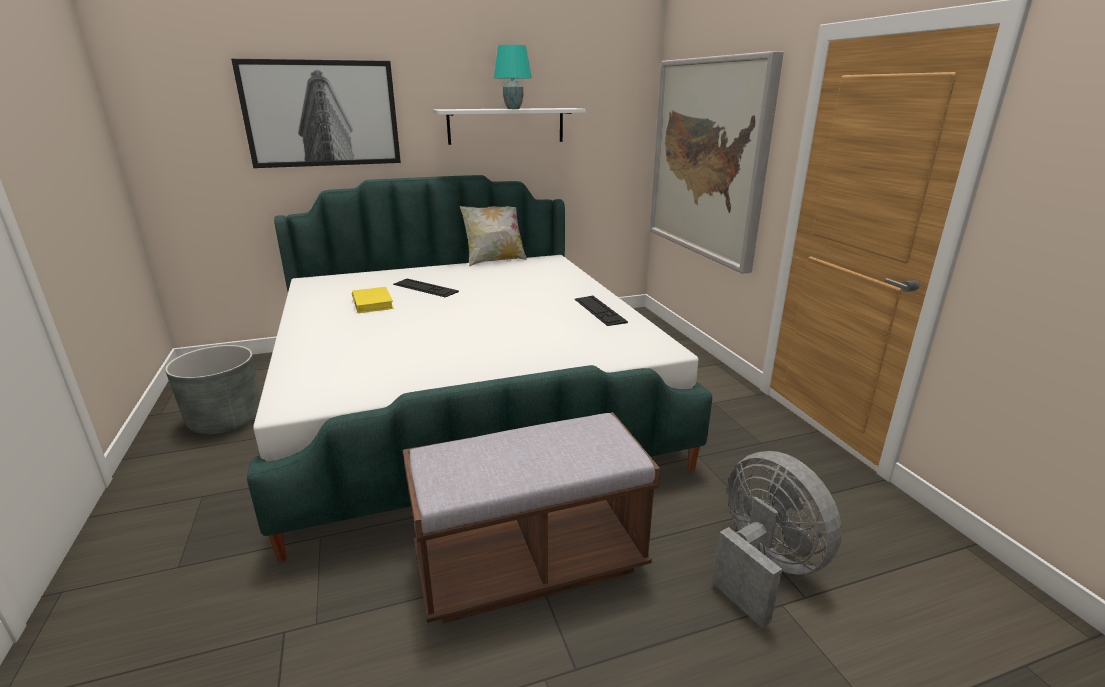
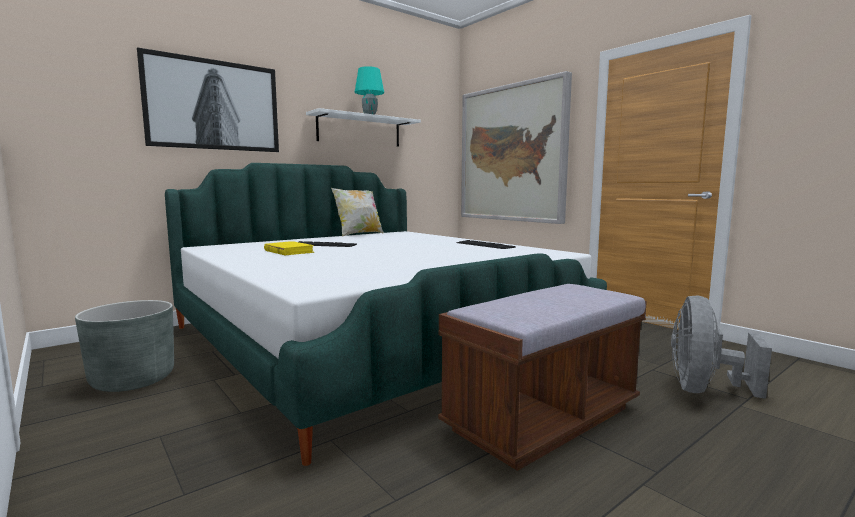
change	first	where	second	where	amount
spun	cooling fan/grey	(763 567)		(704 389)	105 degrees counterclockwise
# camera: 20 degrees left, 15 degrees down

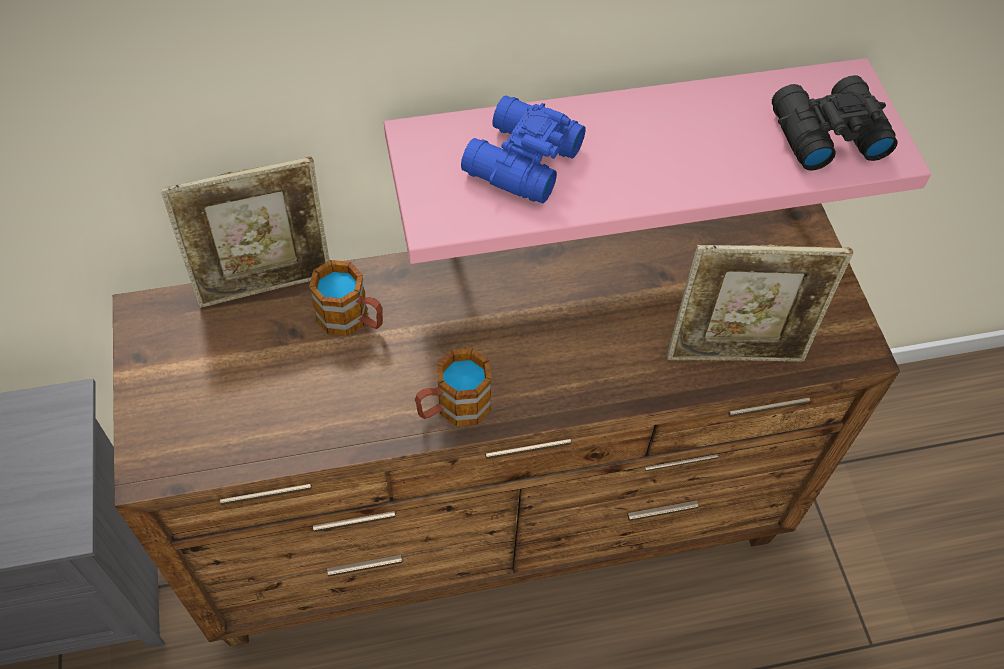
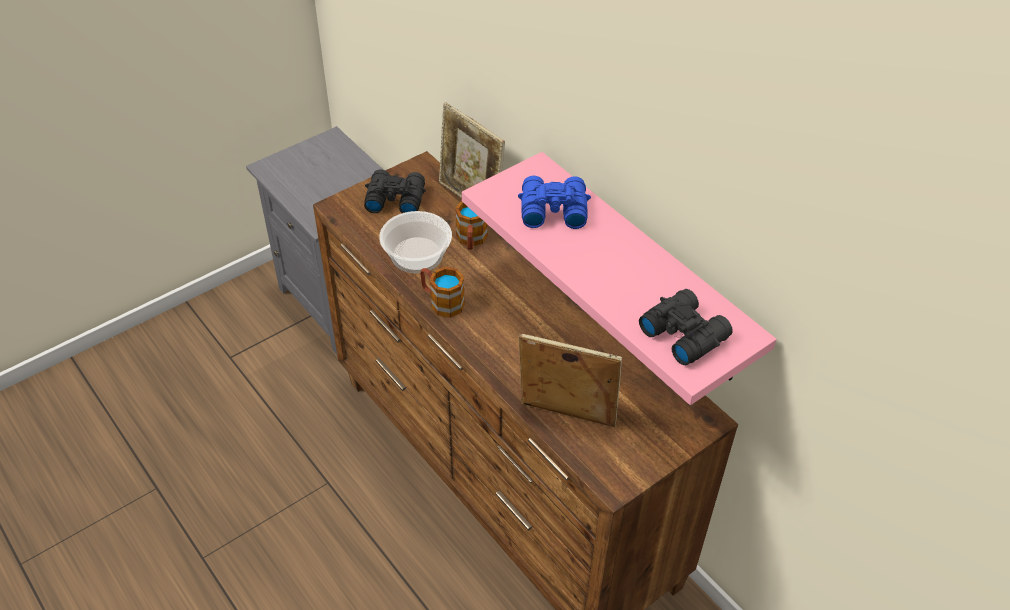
change	first	where	second	where	amount
spun	standing frame	(735 353)		(565 417)	135 degrees clockwise
appeared			binoculars/blackish	(394 199)	
appeared			serving bowl	(417 254)	
# camera: 65 degrees right, 10 degrees down

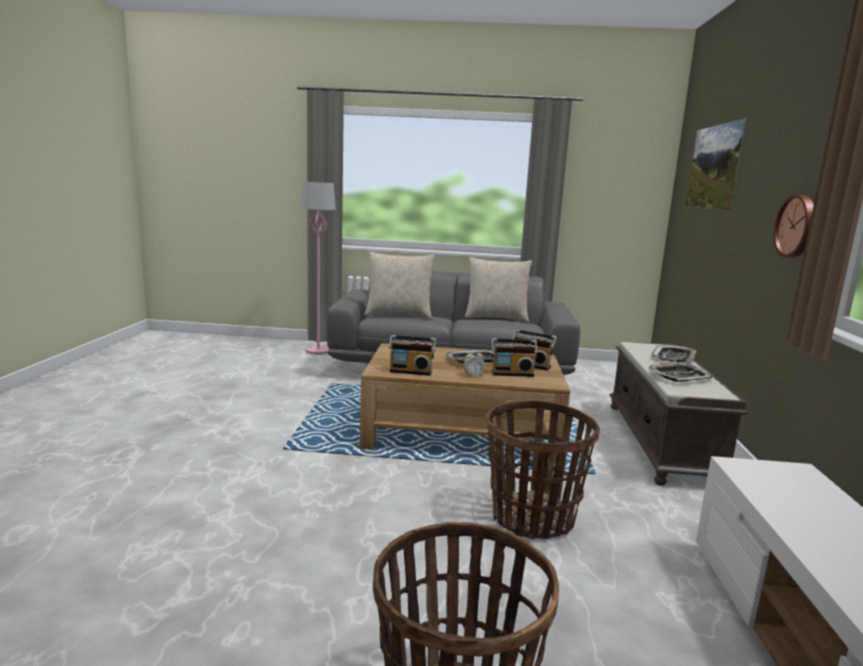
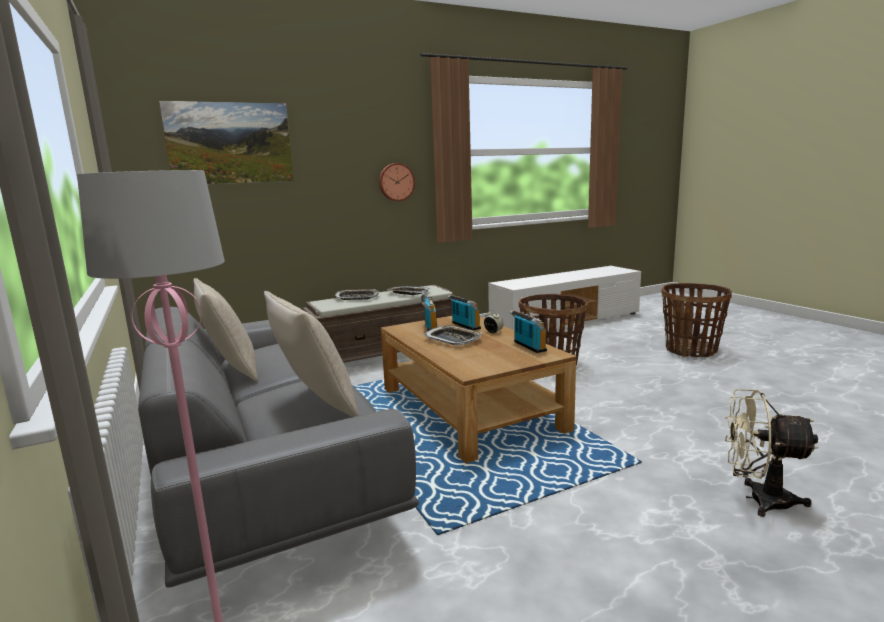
change	first	where	second	where	amount
appeared			cooling fan/beige	(758 499)	
# camera: 120 degrees left, 0 degrees up

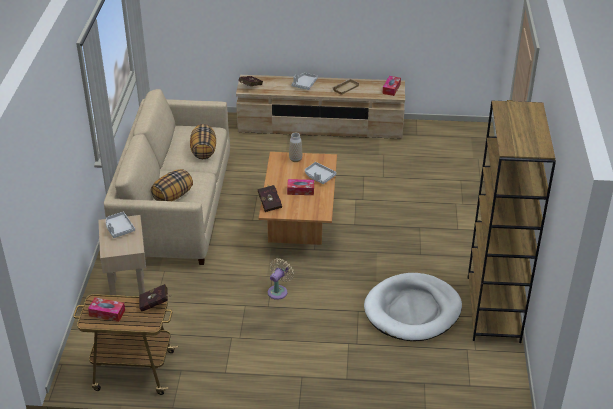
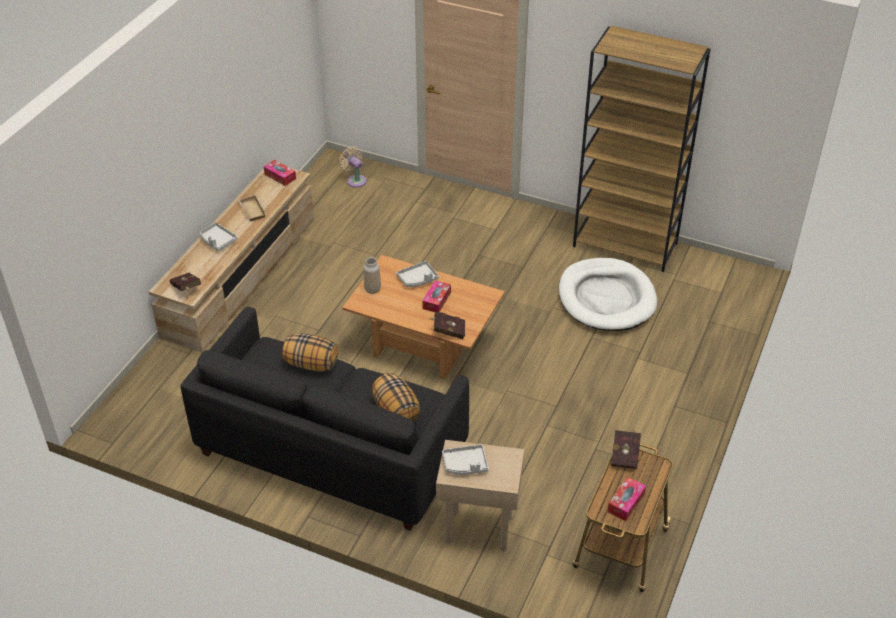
change	first	where	second	where	amount
colour	sofa/beige	(175 208)	sofa/blackish	(331 450)	
relocated	cooling fan/beige	(278 291)		(355 180)	
# camera: 70 degrees left, 5 degrees up

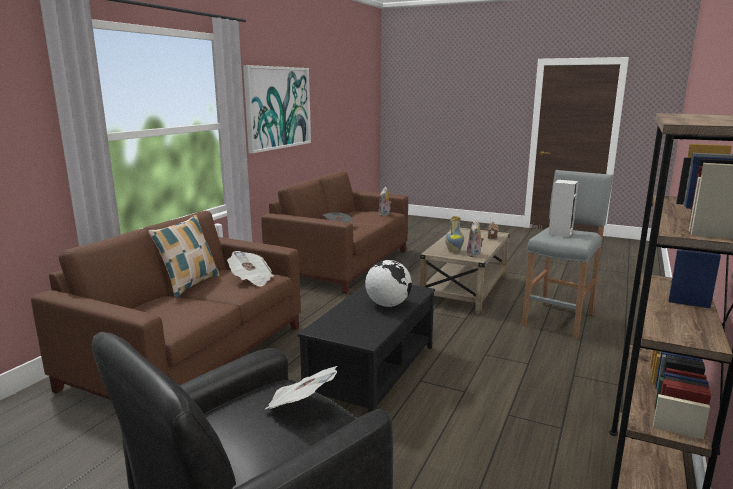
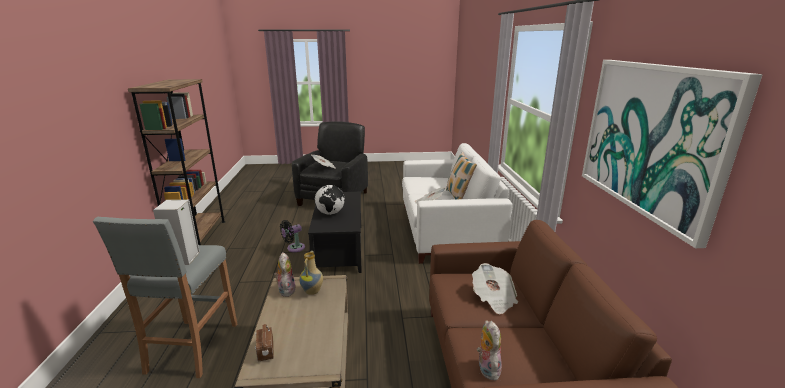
change	first	where	second	where	amount
colour	sofa/brownish	(191 356)	sofa/white	(446 230)	
appeared			cooling fan/blackish	(294 248)	
# camera: 150 degrees right, 5 degrees up

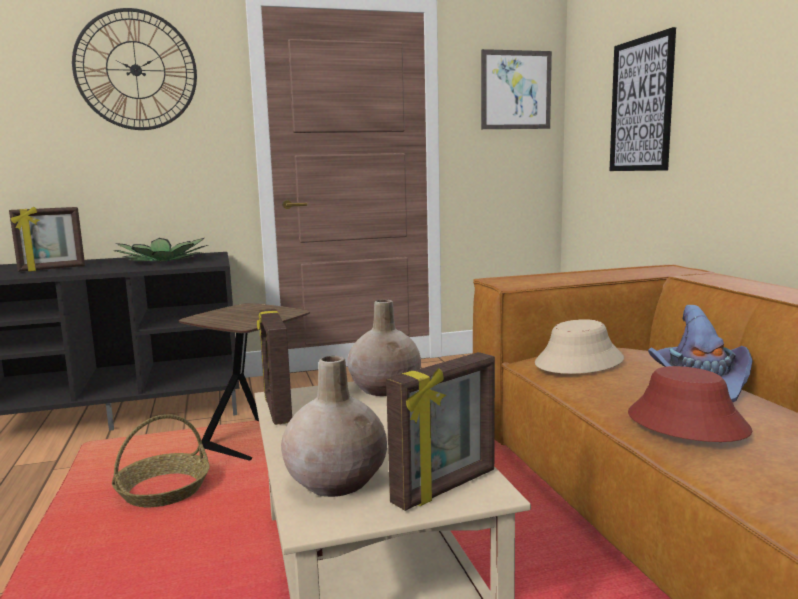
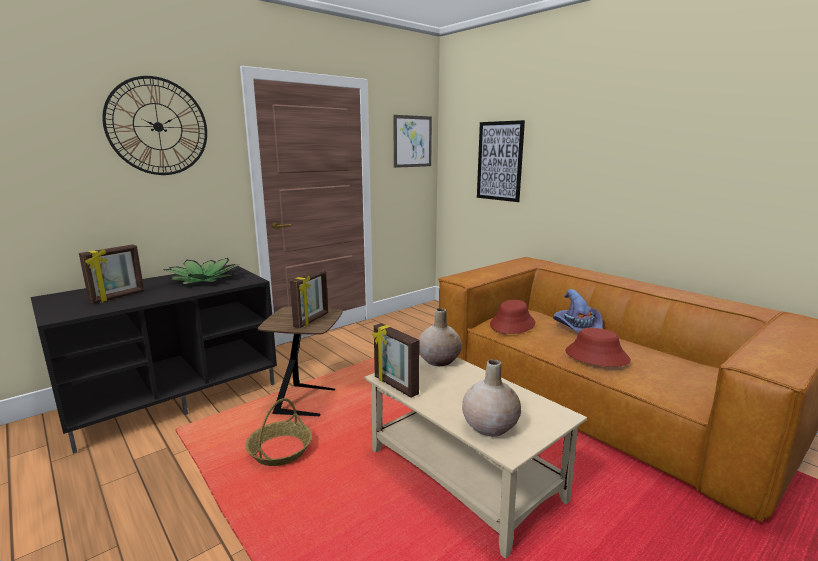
change	first	where	second	where	amount
relocated	standing frame	(446 488)		(312 320)	
colour	hat/beige	(579 362)	hat/red-coloured	(512 324)	
# camera: 25 degrees left, 5 degrees up

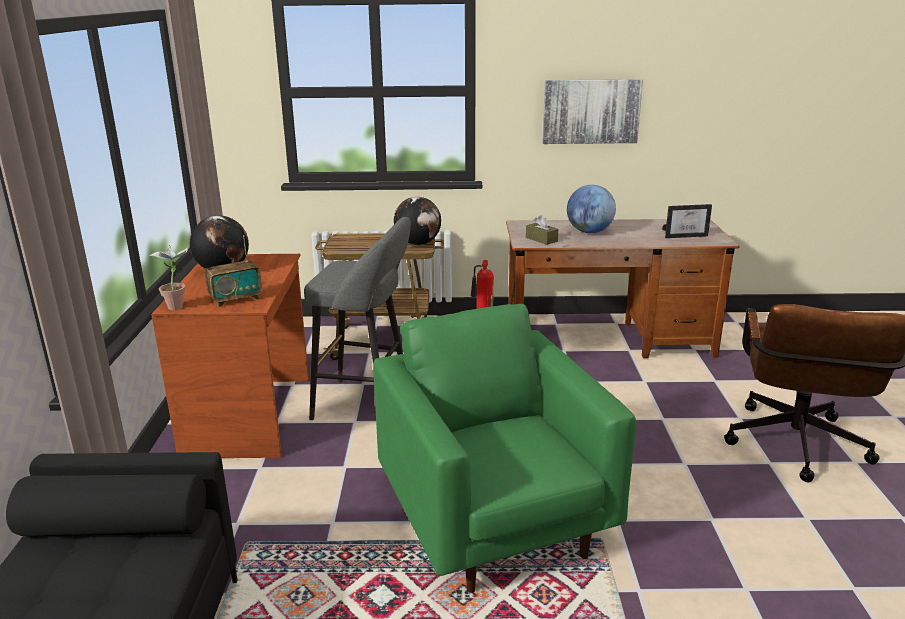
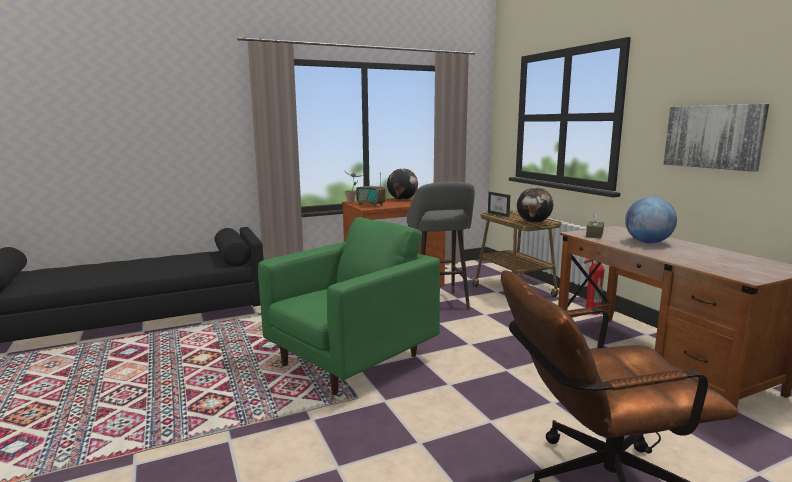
change	first	where	second	where	amount
relocated	standing frame	(685 235)		(501 214)	
# camera: 65 degrees right, 10 degrees down

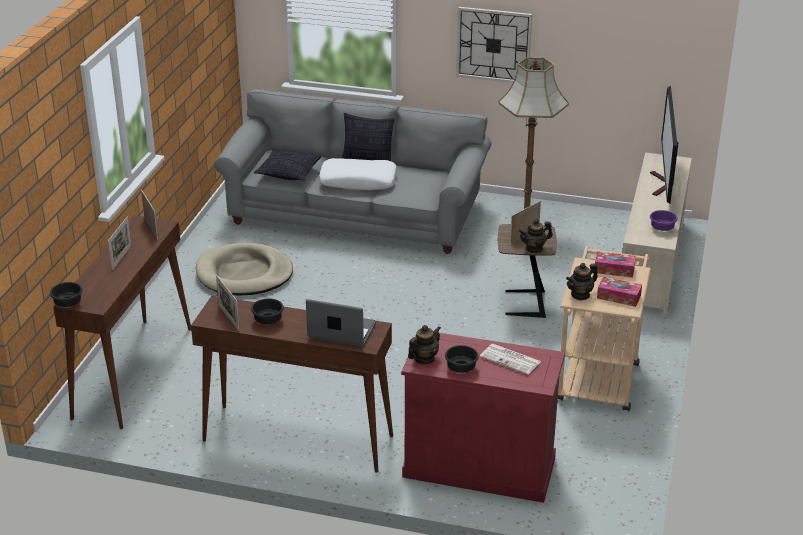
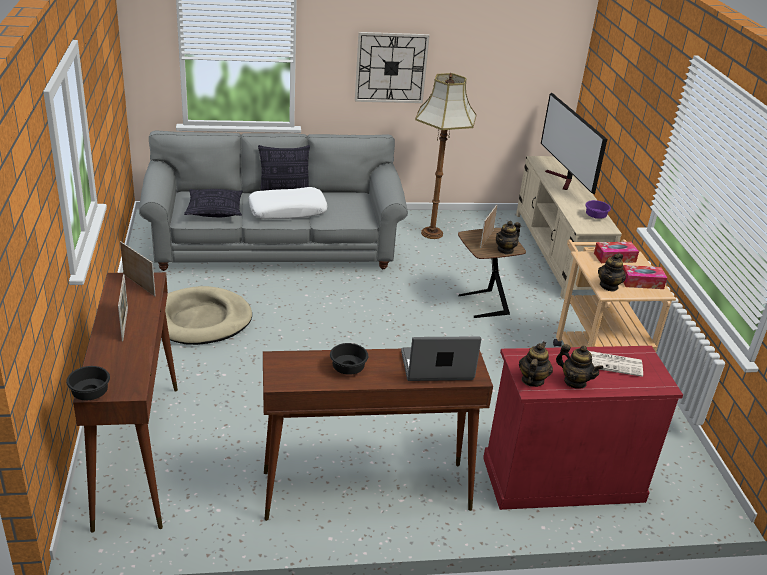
change	first	where	second	where	amount
missing	standing frame	(228 318)			
exchanged	serving bowl/blackish	(461 367)	teapot	(575 382)	
# camera: 25 degrees left, 0 degrees up

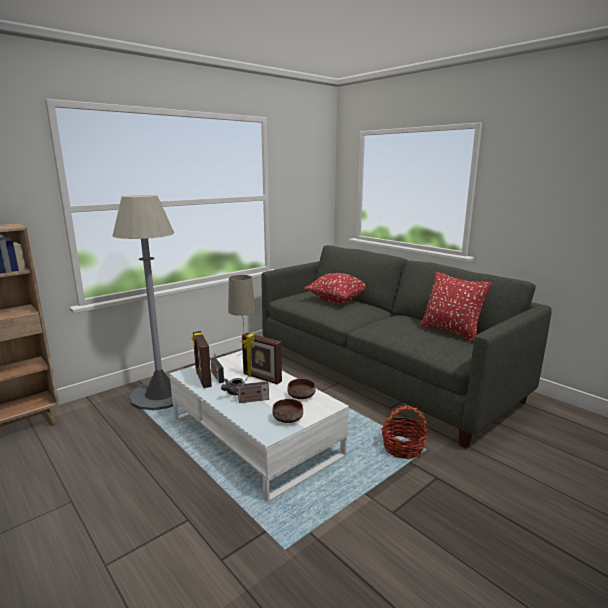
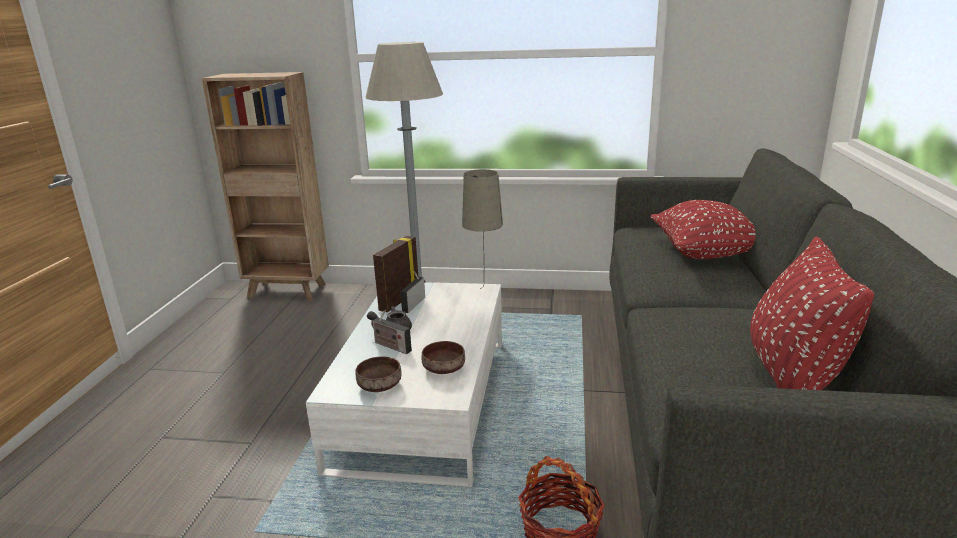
change	first	where	second	where	amount
missing	standing frame	(261 378)			
# camera: 50 degrees right, 5 degrees up

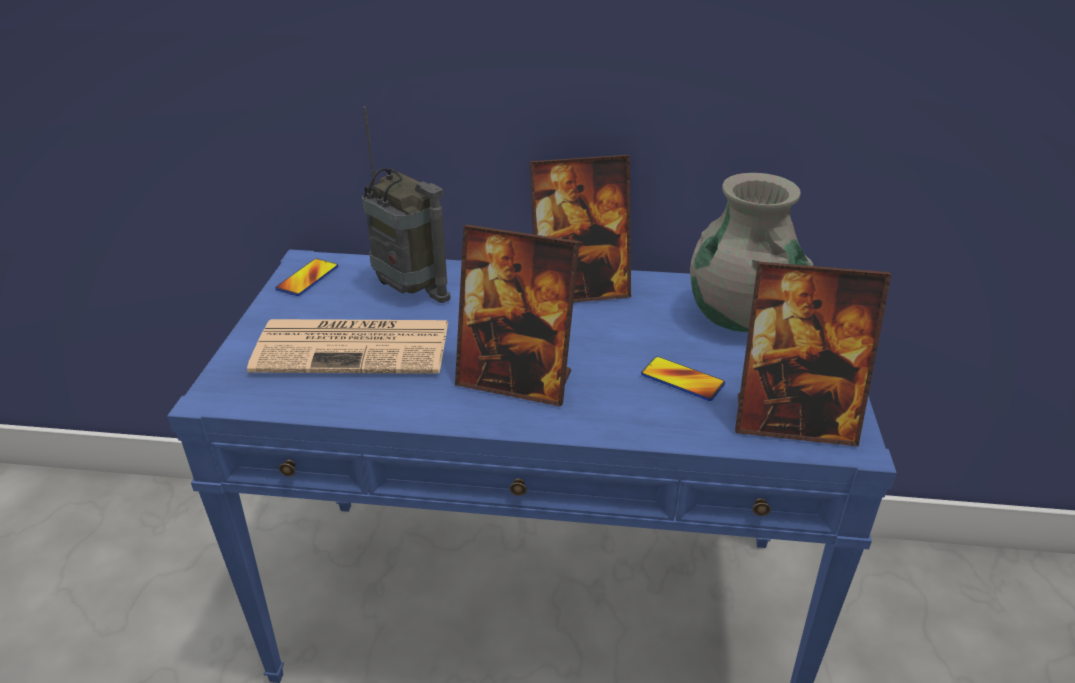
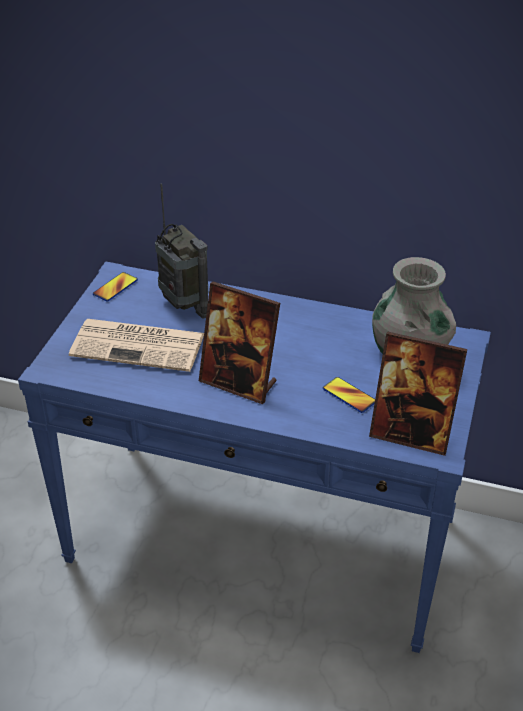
change	first	where	second	where	amount
missing	standing frame	(579 290)			
# camera: 10 degrees right, 5 degrees up

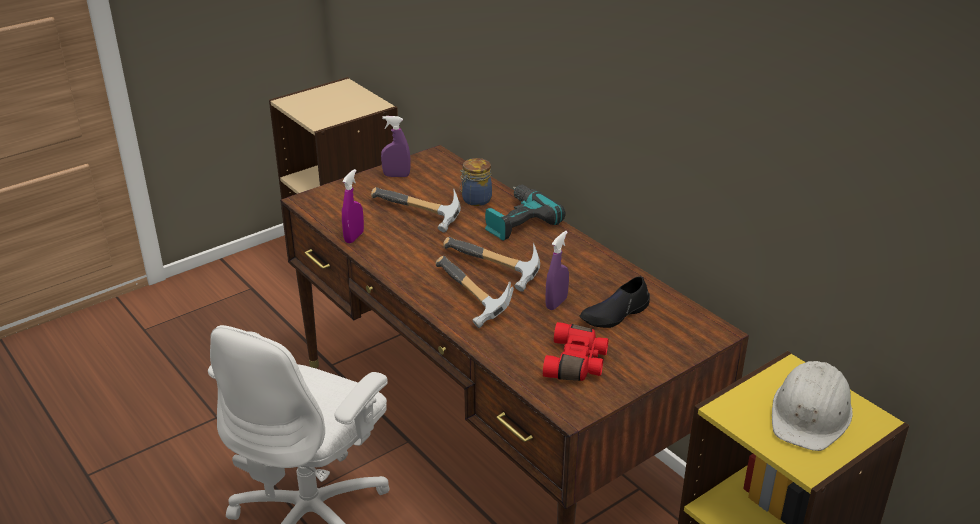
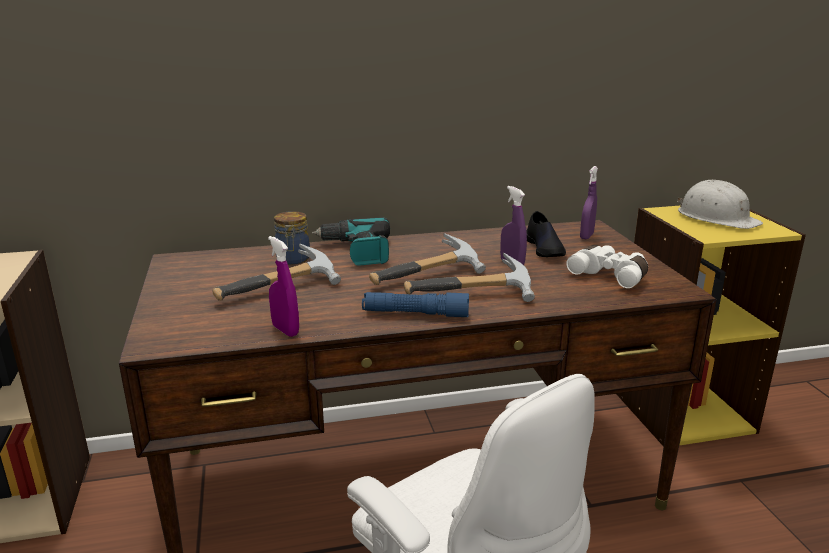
change	first	where	second	where	amount
relocated	hand sprayer/purplish	(396 175)		(586 236)	
colour	binoculars/red-coloured	(577 363)	binoculars/white	(610 275)	
appeared			flashlight/blue-coloured	(415 314)	
# camera: 65 degrees left, 10 degrees down

